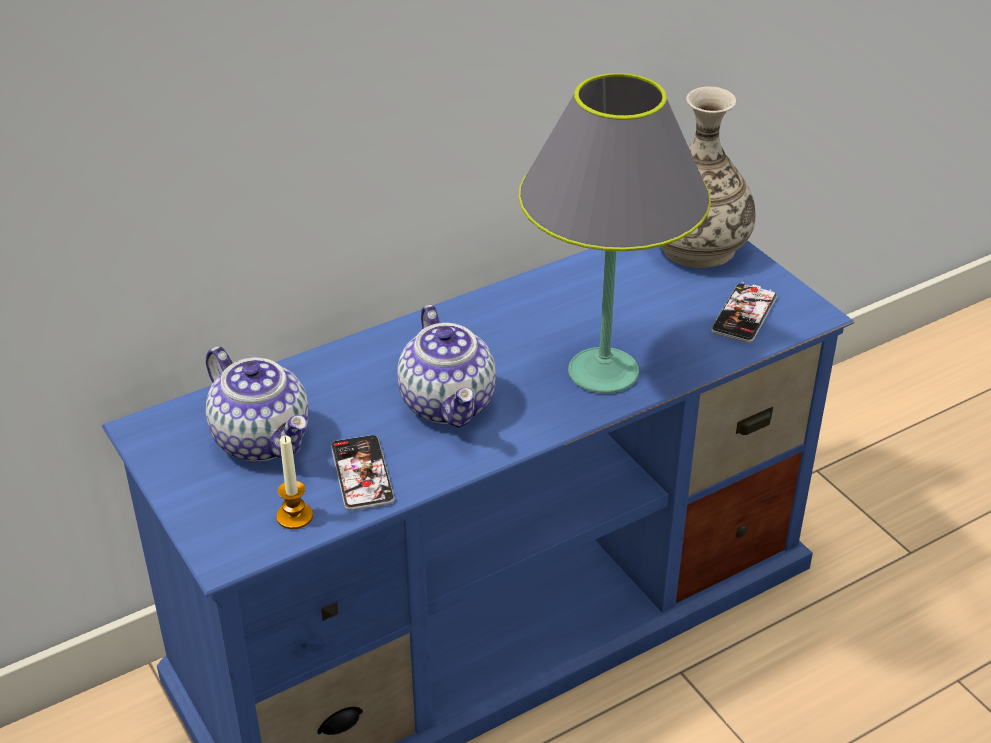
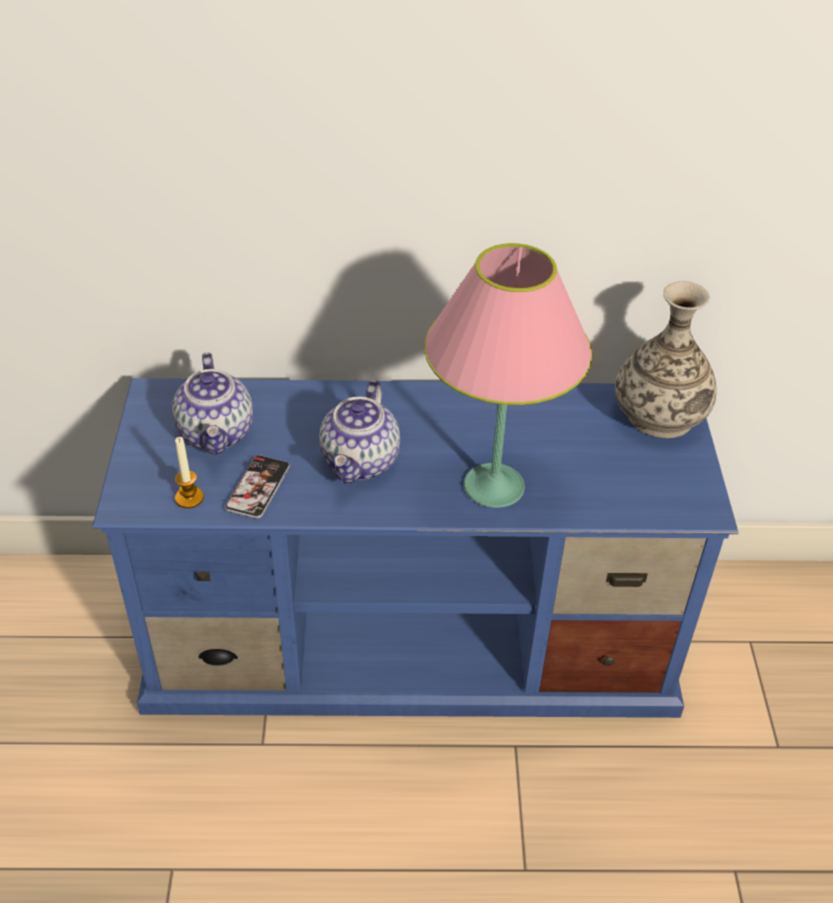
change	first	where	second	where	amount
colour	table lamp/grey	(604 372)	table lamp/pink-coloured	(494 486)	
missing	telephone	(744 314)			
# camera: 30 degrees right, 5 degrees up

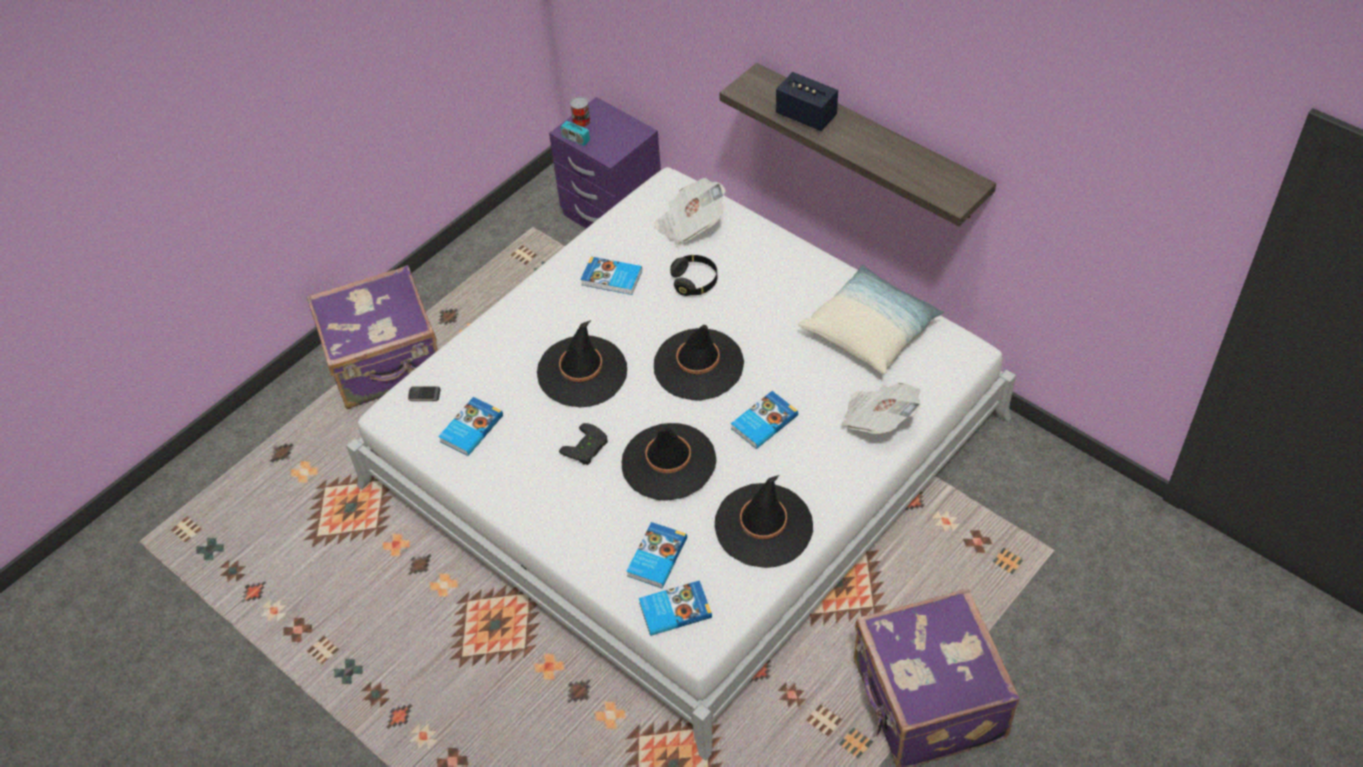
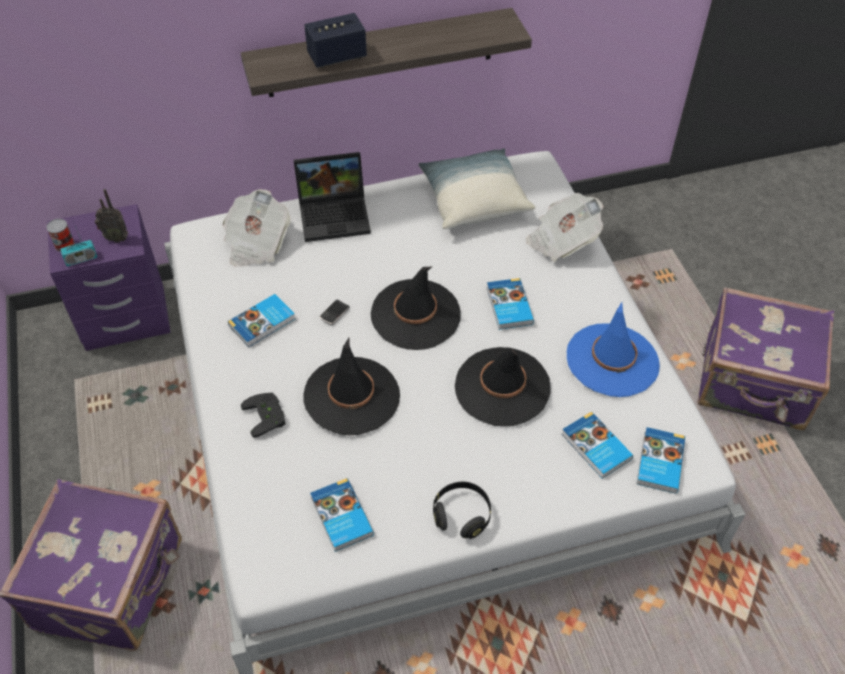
change	first	where	second	where	amount
relocated	telephone	(424 395)		(334 313)	
relocated	gamepad/blackish	(587 448)		(267 416)	
relocated	headset/blackish	(694 282)		(462 515)	
colour	hat/blackish	(764 526)	hat/blue-coloured	(612 360)	
appeared			radio set	(116 238)	
appeared			notebook computer	(336 214)	
# camera: 60 degrees left, 0 degrees up

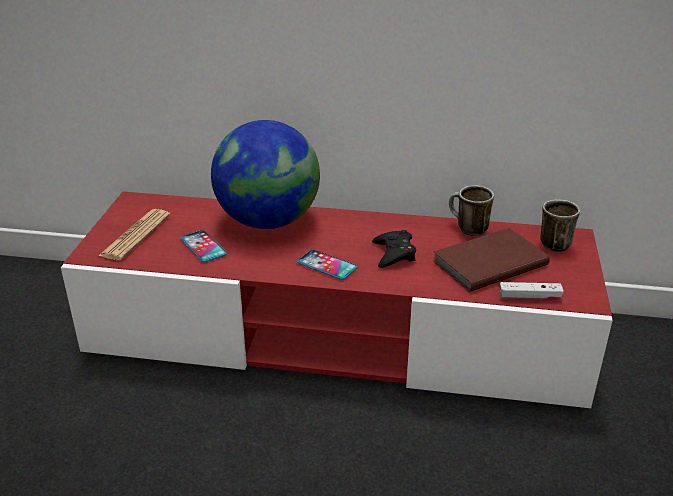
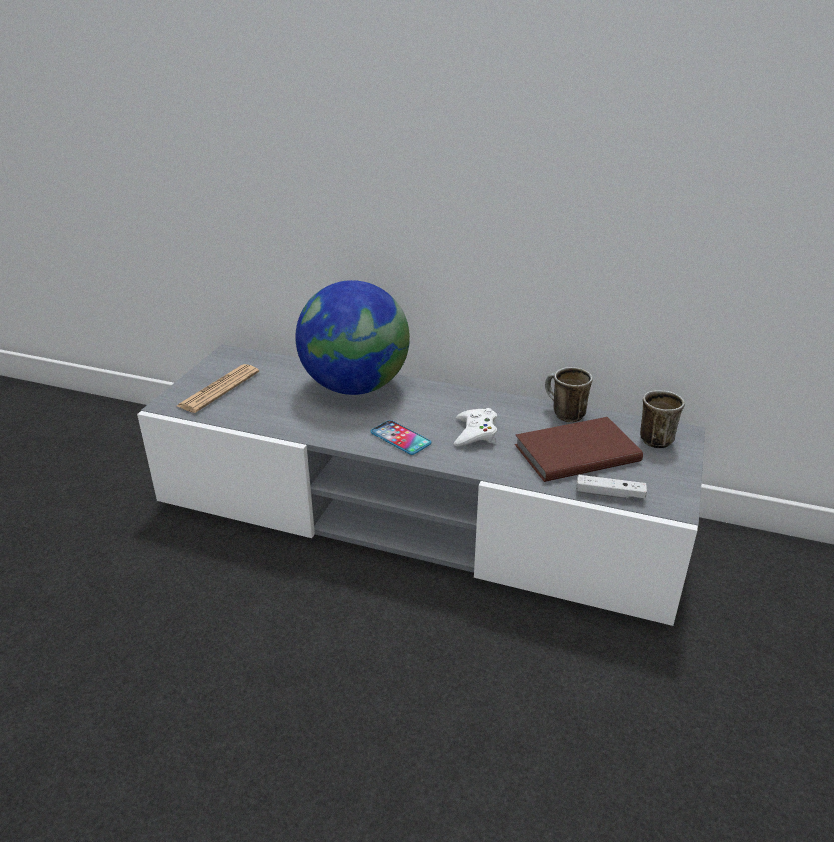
change	first	where	second	where	amount
colour	media console/red-coloured	(336 336)	media console/grey	(417 514)	
missing	telephone	(203 247)			
colour	gamepad/blackish	(394 254)	gamepad/white	(475 433)	
# camera: 10 degrees right, 0 degrees up

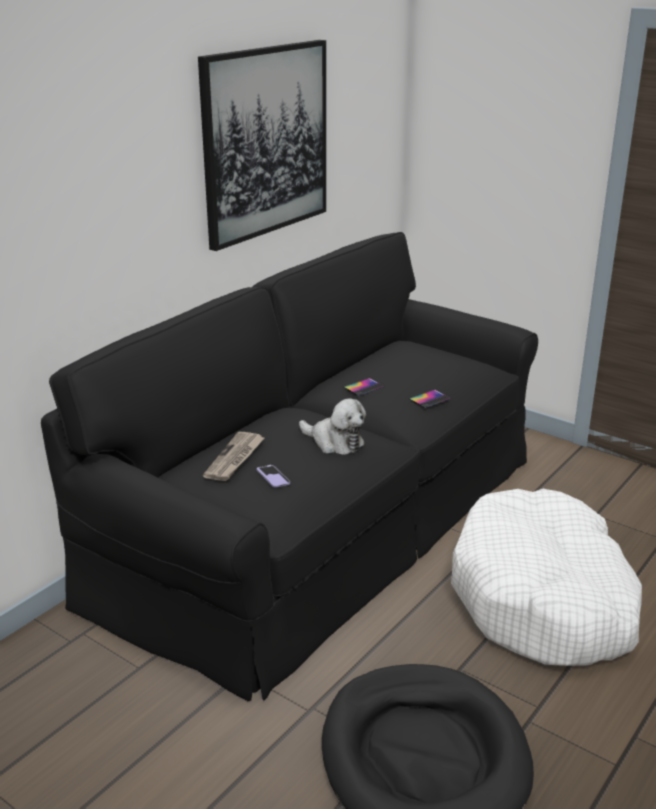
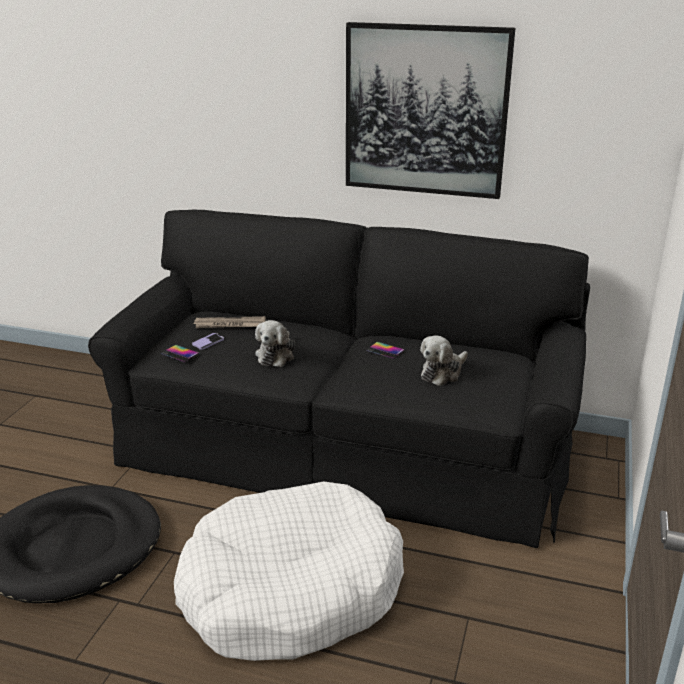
change	first	where	second	where	amount
relocated	telephone	(429 399)		(180 353)	
appeared			plush toy	(443 373)	
# camera: 70 degrees right, 0 degrees up

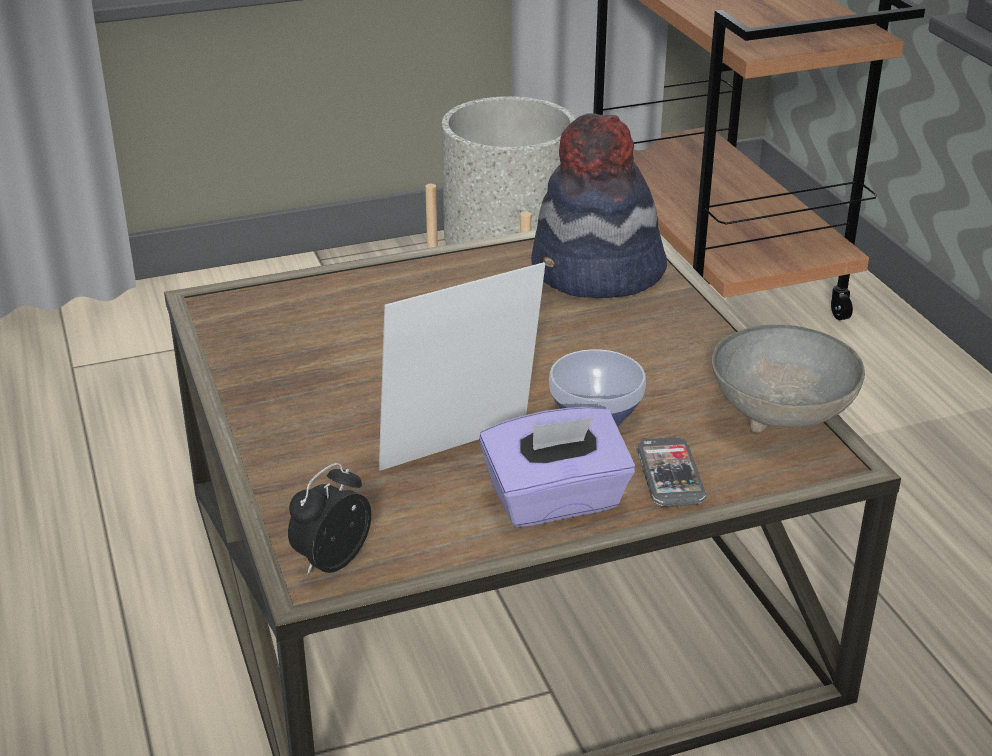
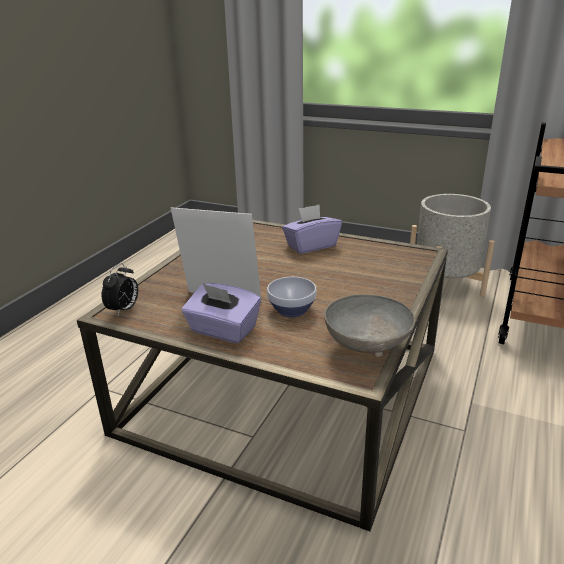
change	first	where	second	where	amount
spun	bedside clock	(331 560)		(124 310)	120 degrees clockwise
missing	hat	(596 274)			
missing	telephone	(670 475)			
appeared			tissue box/purplish	(311 245)	
# camera: 45 degrees right, 5 degrees down

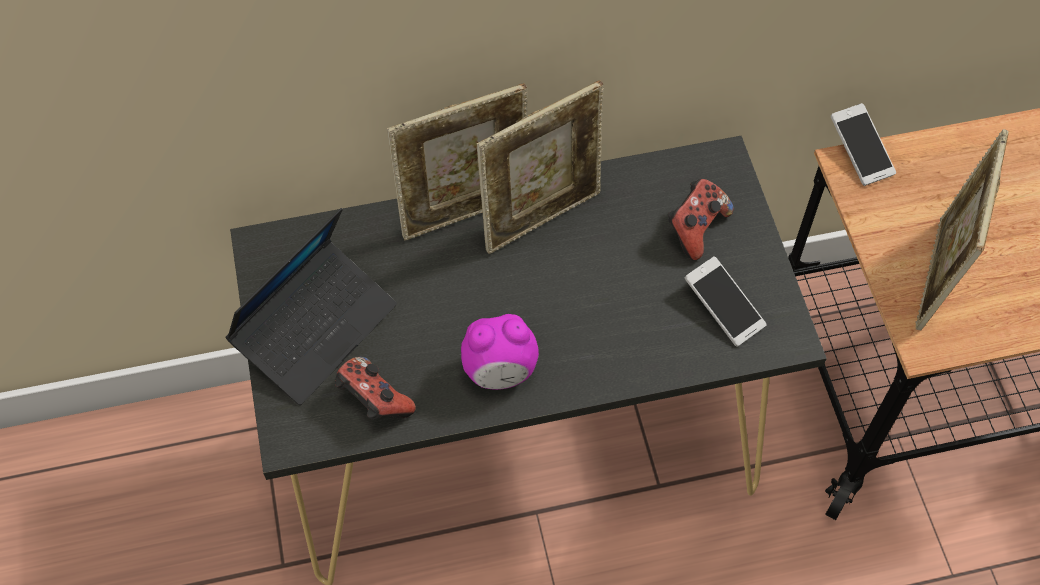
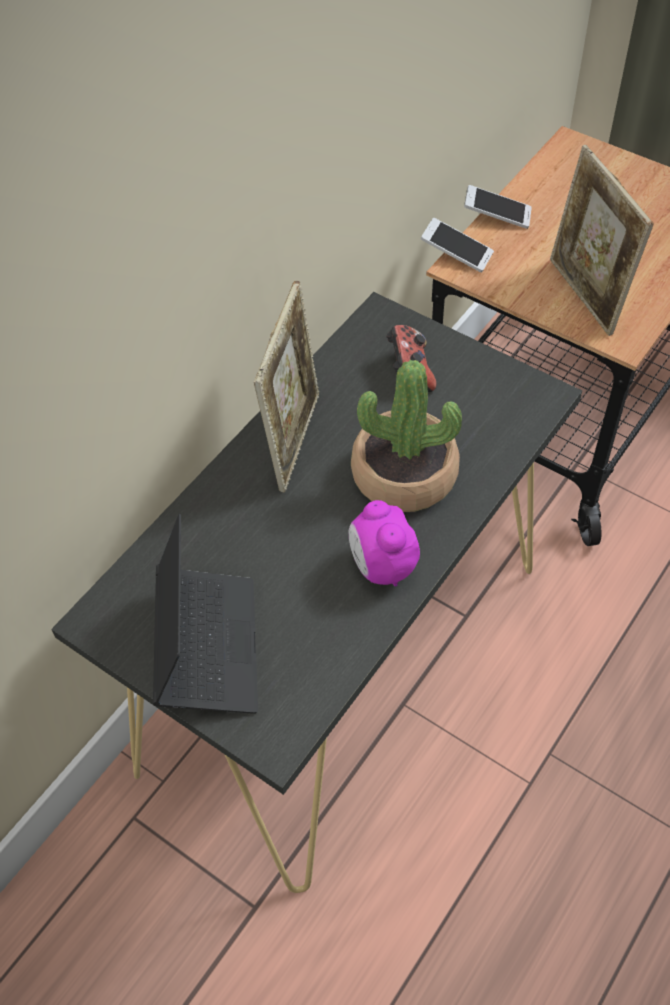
change	first	where	second	where	amount
missing	gamepad	(374 401)			
missing	standing frame	(465 211)			
spun	bedside clock	(500 372)		(382 566)	120 degrees clockwise
relocated	telephone	(723 308)		(497 215)	
appeared			houseplant	(404 475)	
# camera: 40 degrees left, 5 degrees down

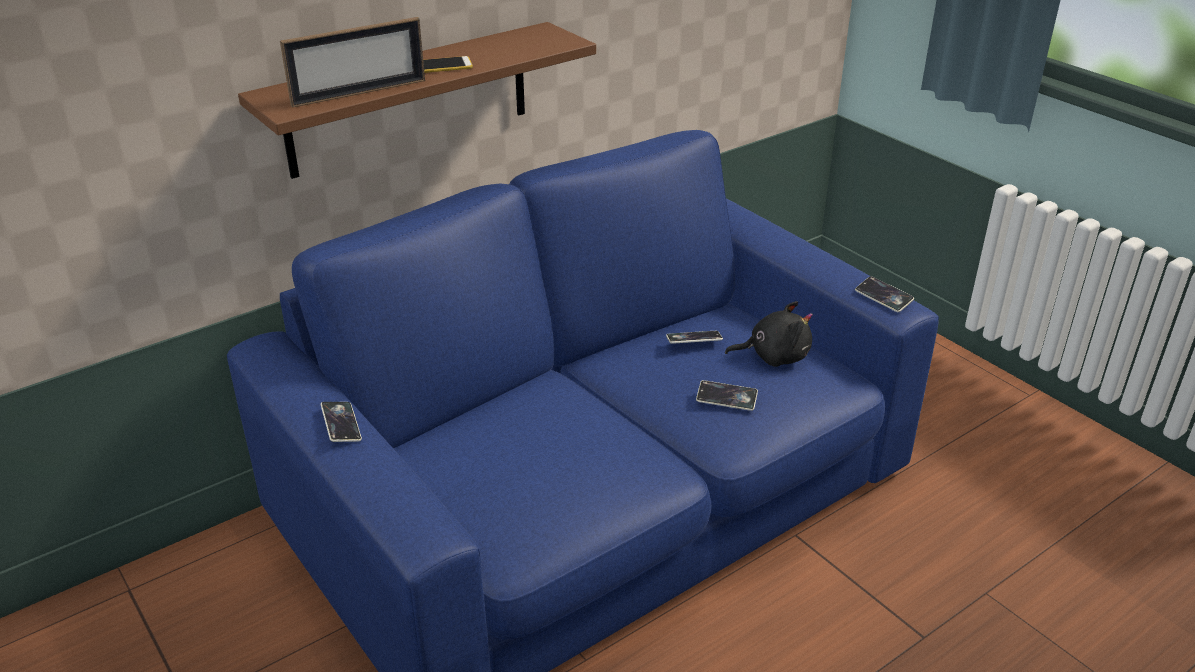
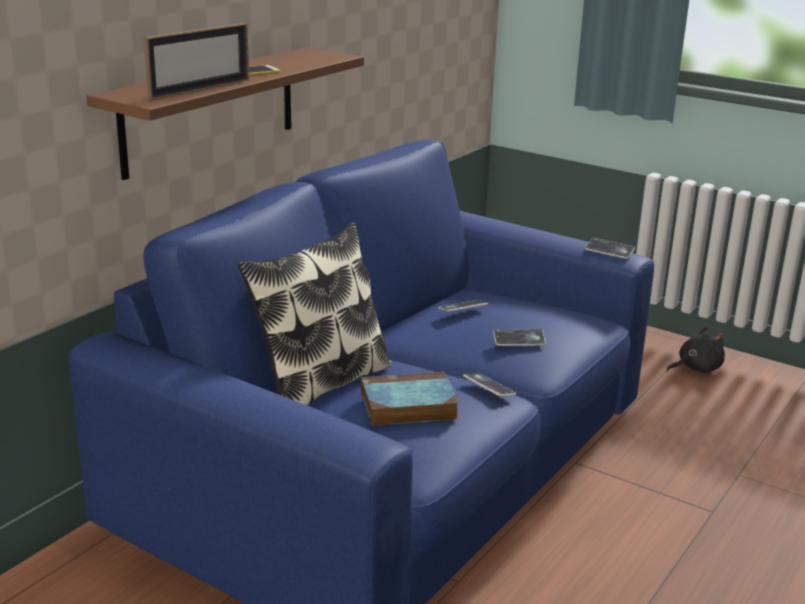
change	first	where	second	where	amount
relocated	telephone	(341 425)		(489 388)	
relocated	plush toy/blackish	(774 356)		(696 368)	
appeared			pillow	(319 384)	
appeared			book	(406 406)	
# camera: 20 degrees left, 10 degrees down

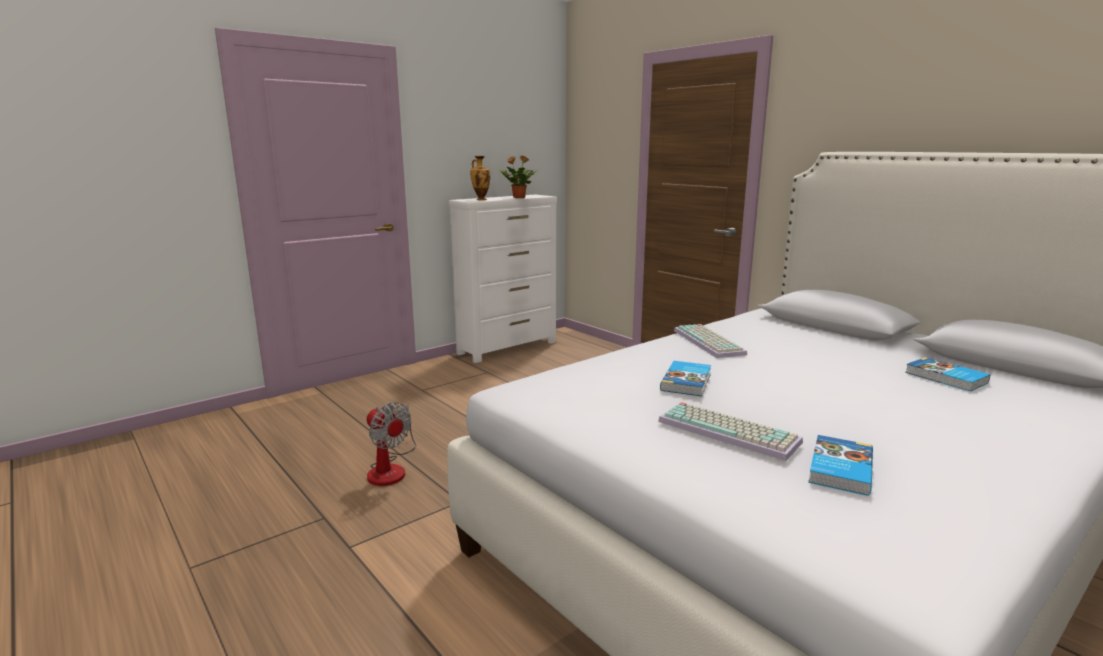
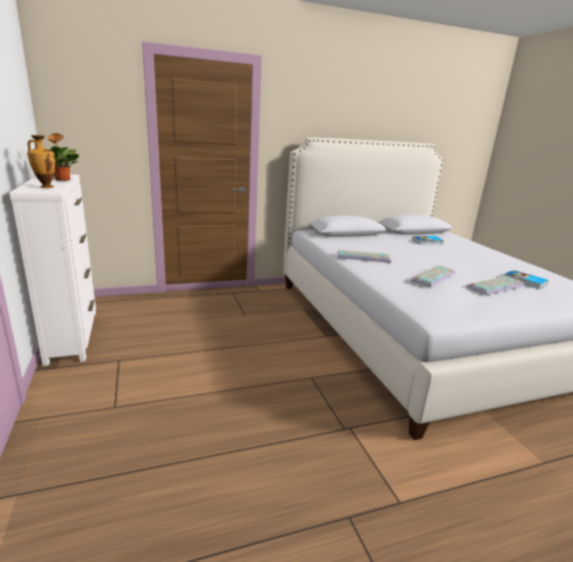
change	first	where	second	where	amount
missing	cooling fan	(391 468)			
exchanged	book	(687 382)	PC keyboard	(433 276)	
# camera: 70 degrees left, 5 degrees up

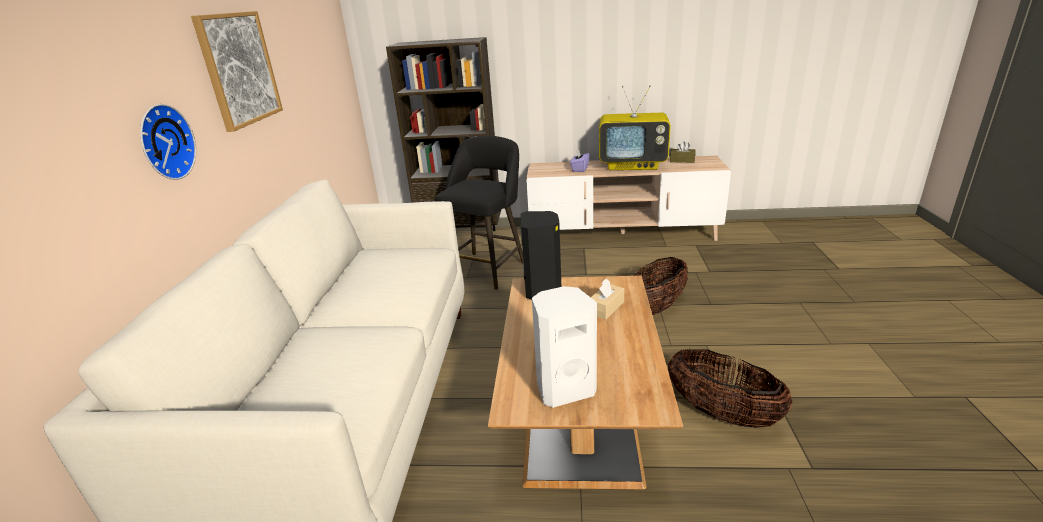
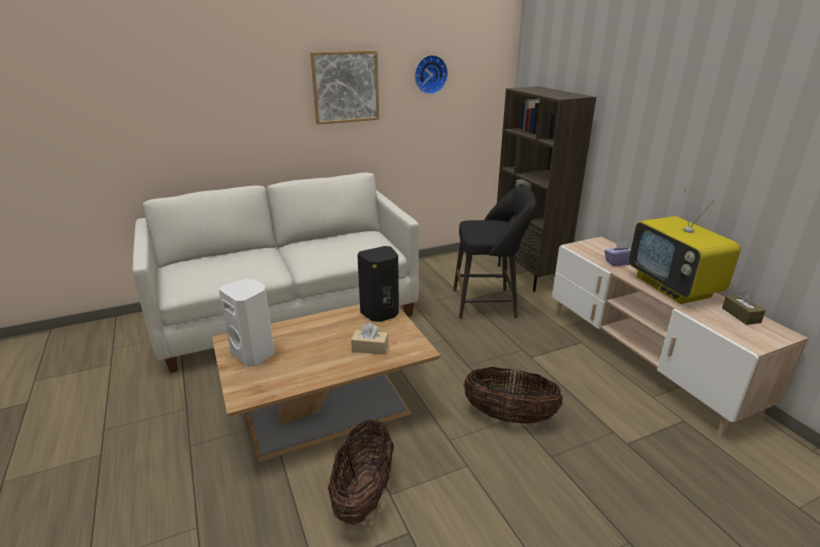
change	first	where	second	where	amount
relocated	wall clock	(163 142)		(430 74)	
# camera: 60 degrees right, 0 degrees up

